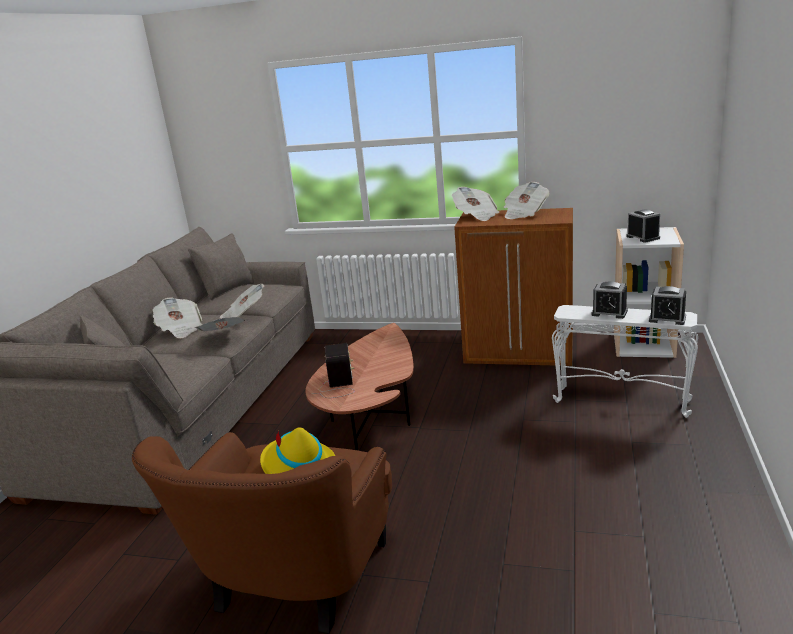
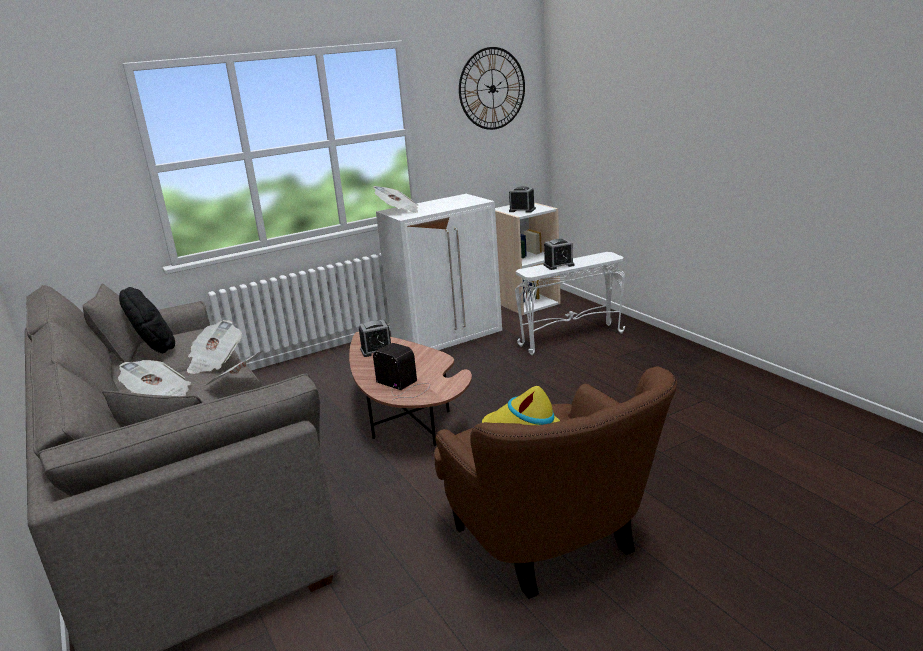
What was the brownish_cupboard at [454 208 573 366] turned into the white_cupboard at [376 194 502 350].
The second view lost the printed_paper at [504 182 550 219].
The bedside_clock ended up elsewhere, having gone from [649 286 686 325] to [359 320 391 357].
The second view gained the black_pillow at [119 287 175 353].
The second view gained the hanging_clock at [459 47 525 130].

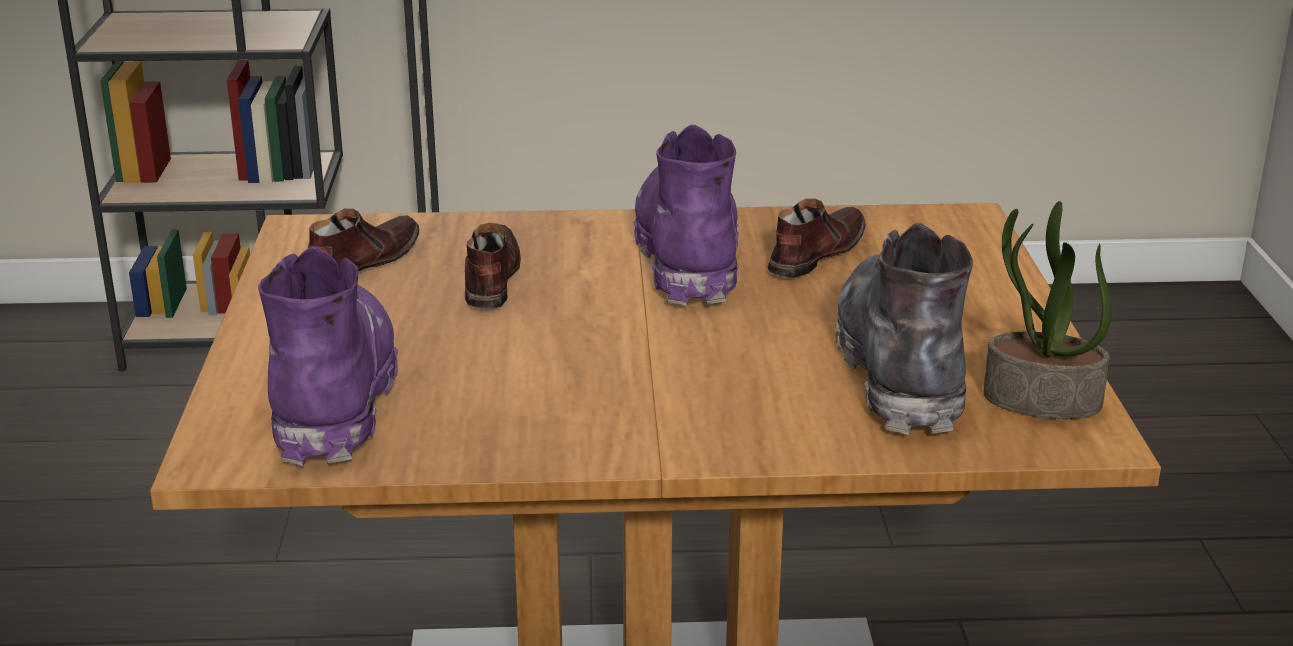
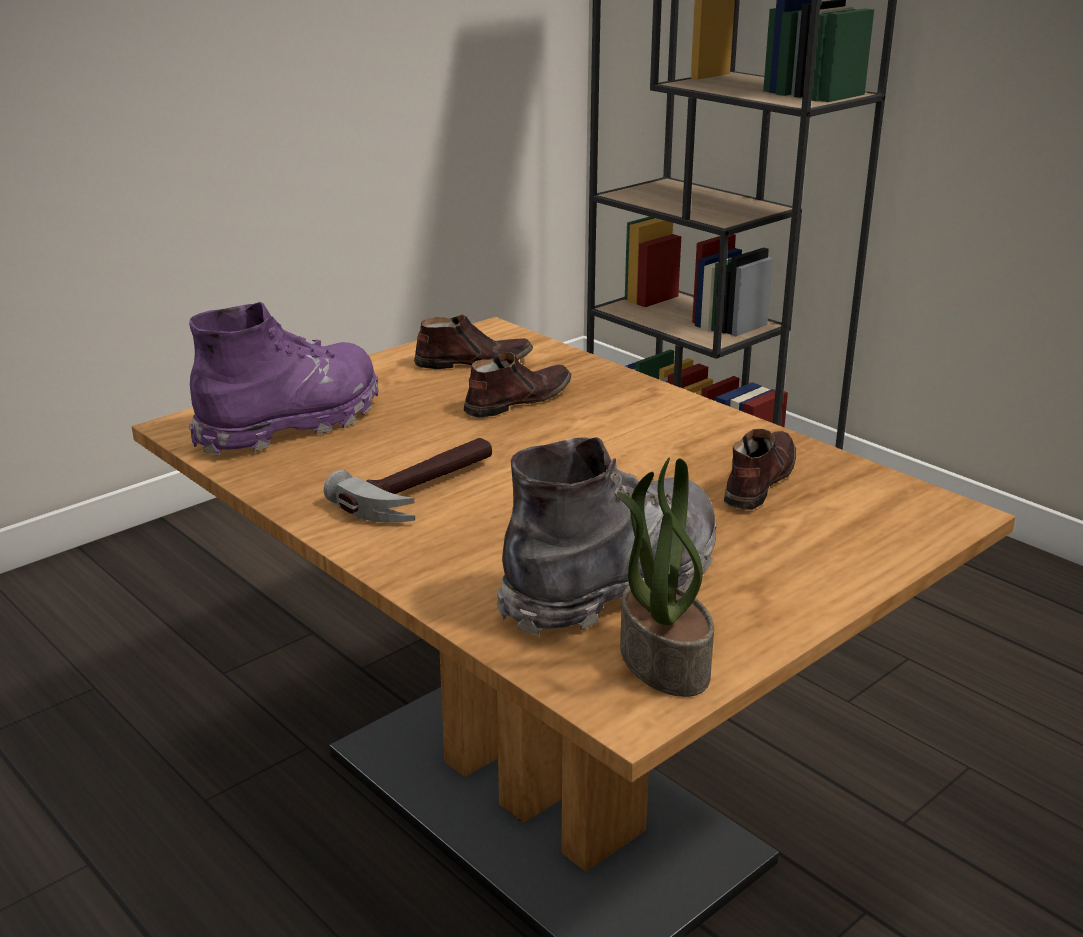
The second view lost the purple-coloured_high-top_boot at [634 125 739 306].
The brownish_shoe at [768 198 866 278] ended up facing another way, 60 degrees counterclockwise from before.
The second view gained the tool_hammer at [324 438 492 523].

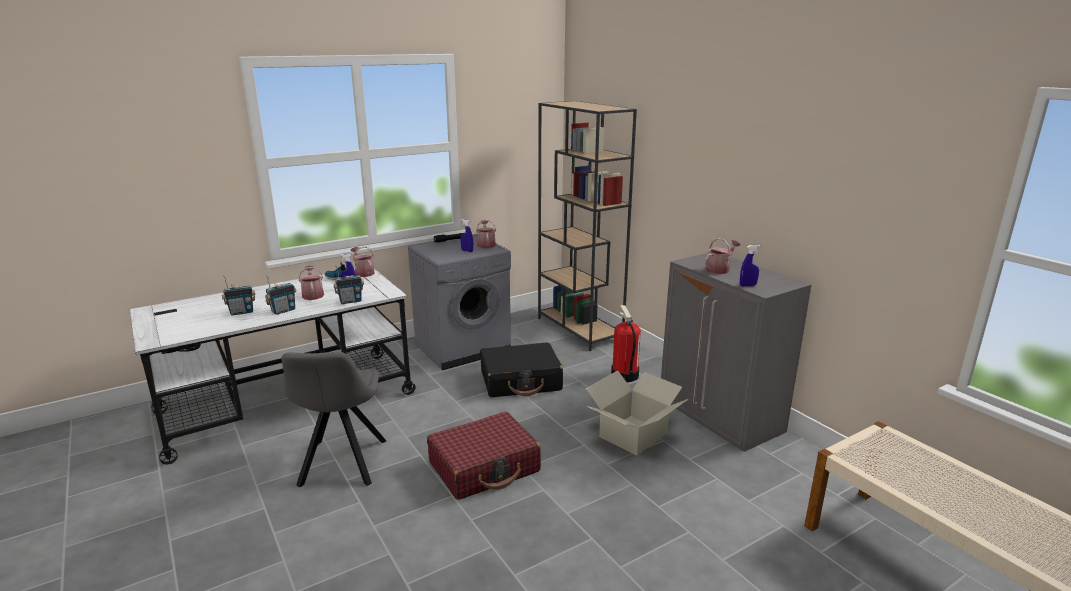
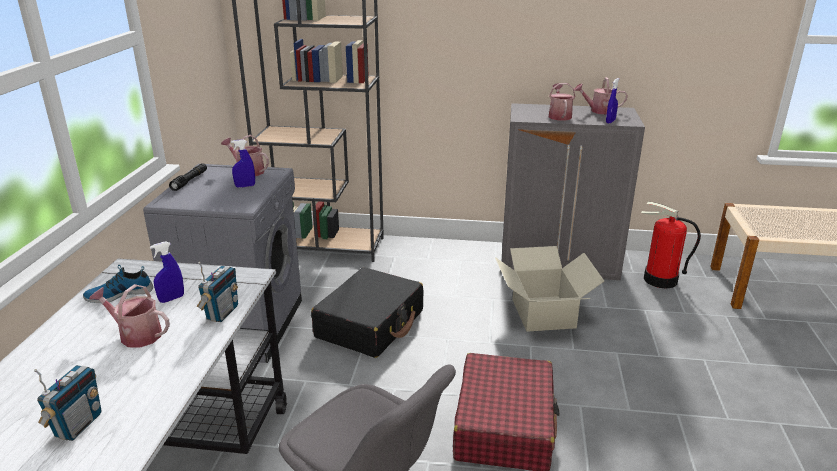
The second view lost the radio_receiver at [265 275 296 315].
The sprinkling_can ended up elsewhere, having gone from [351 247 375 277] to [574 77 628 115].
The fire_extinguisher ended up elsewhere, having gone from [611 305 641 382] to [641 202 701 288].

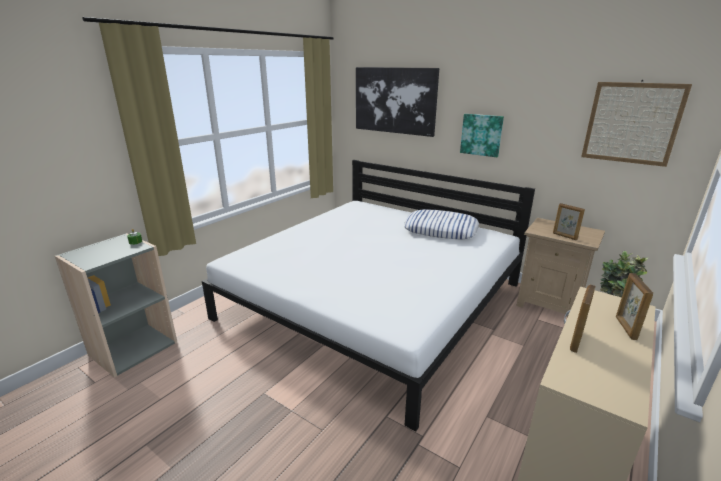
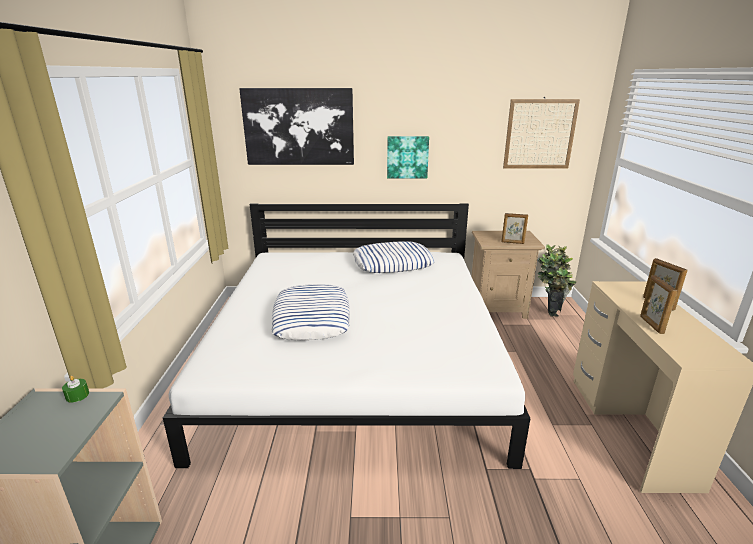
The second view gained the pillow at [272 284 350 340].

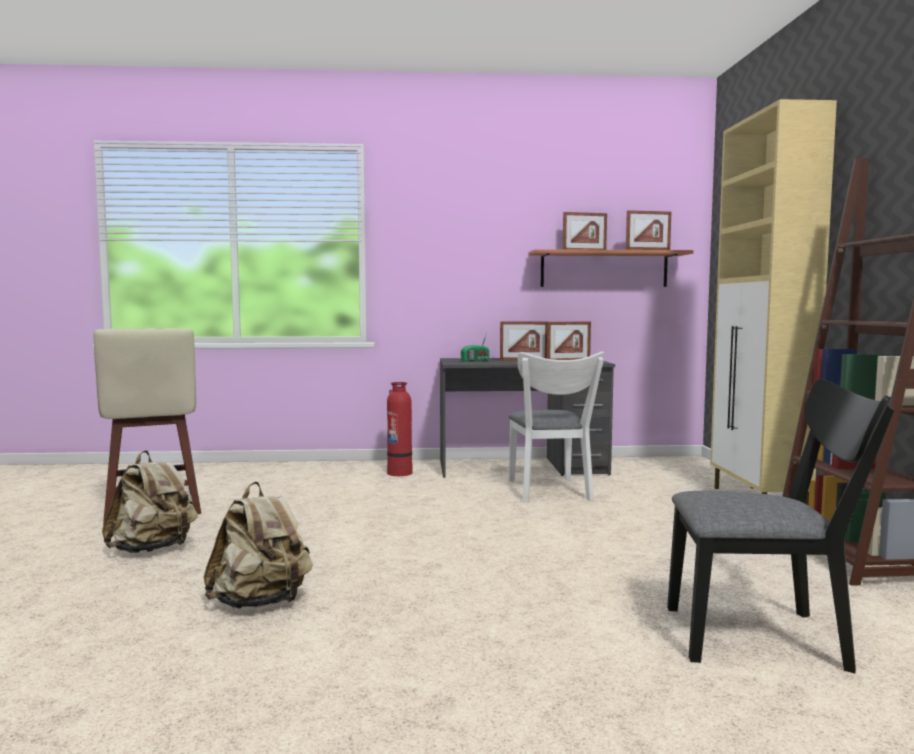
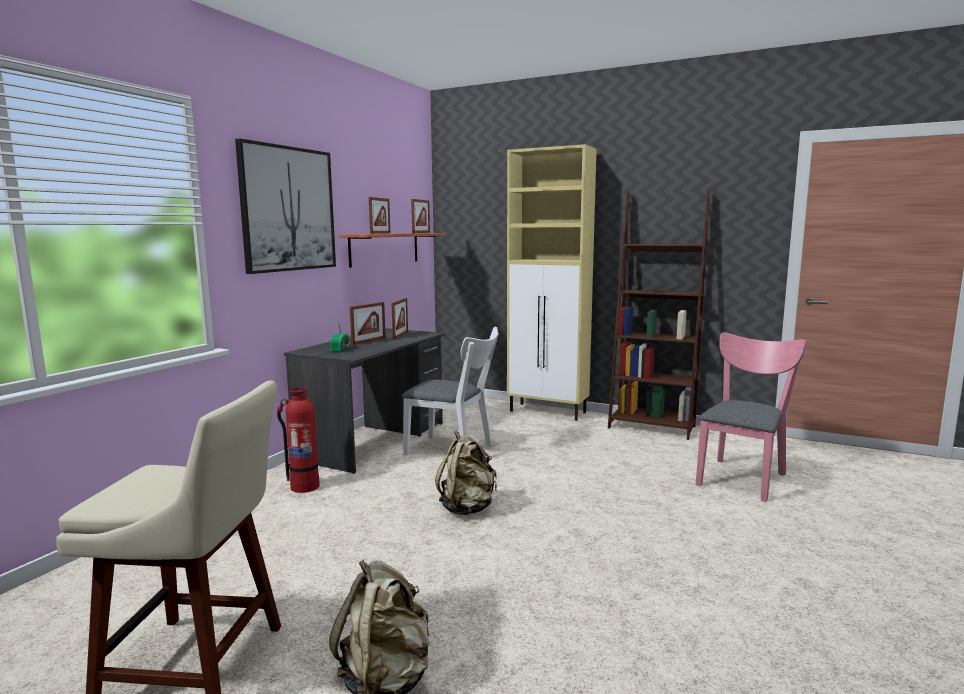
The beige_knapsack ended up elsewhere, having gone from [204 482 313 609] to [435 430 497 515].
What was the black_upright_chair at [667 379 894 673] turned into the pink_upright_chair at [696 332 806 502].
The second view gained the wall_art at [235 138 336 274].

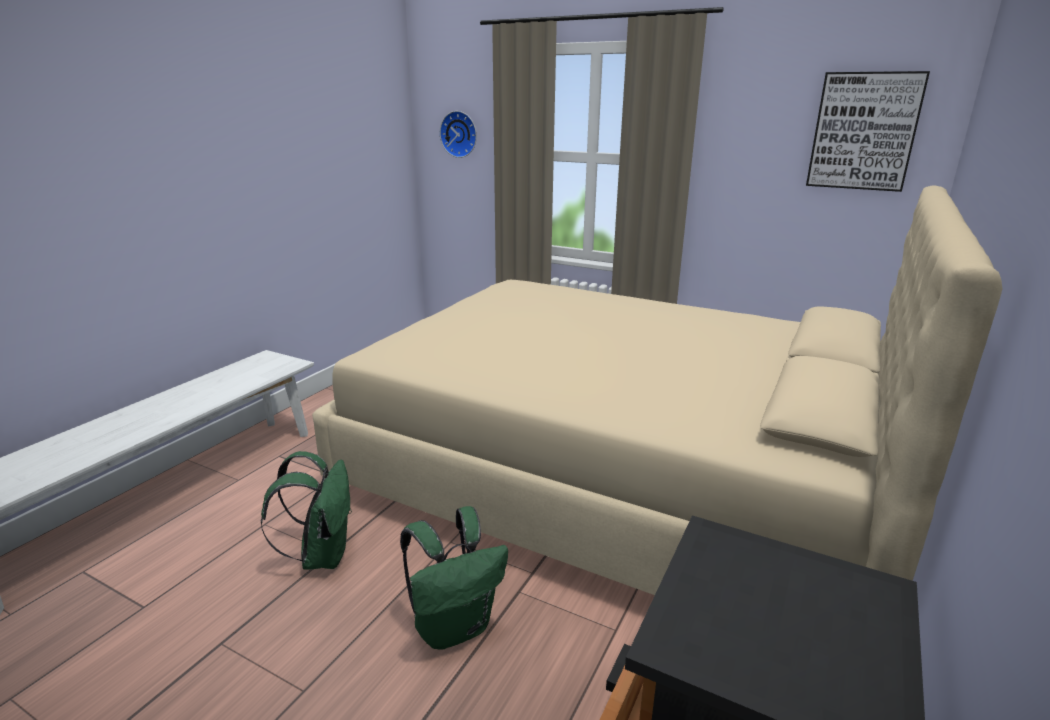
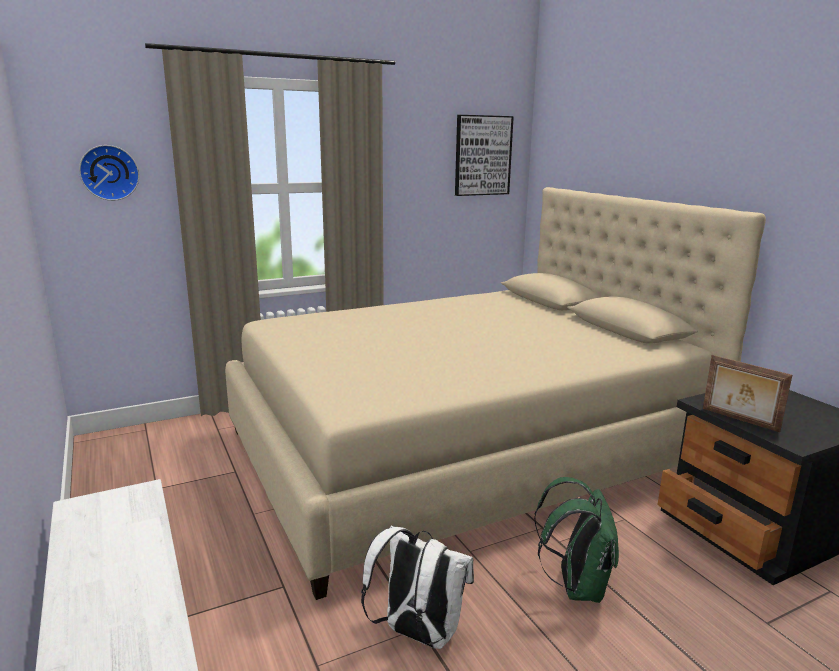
What was the green_knapsack at [261 451 352 570] turned into the white_knapsack at [361 526 474 649].
The second view gained the photo_frame at [703 355 792 432].

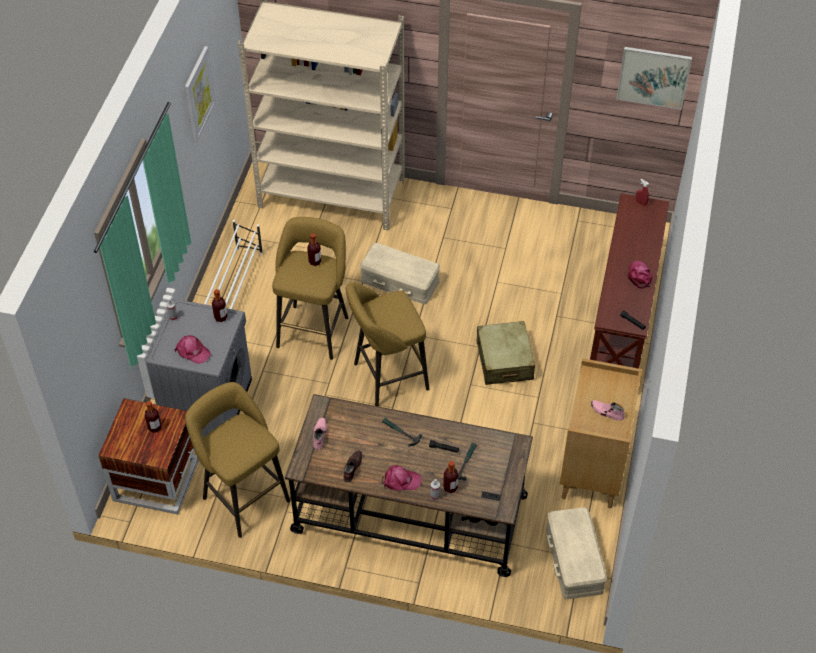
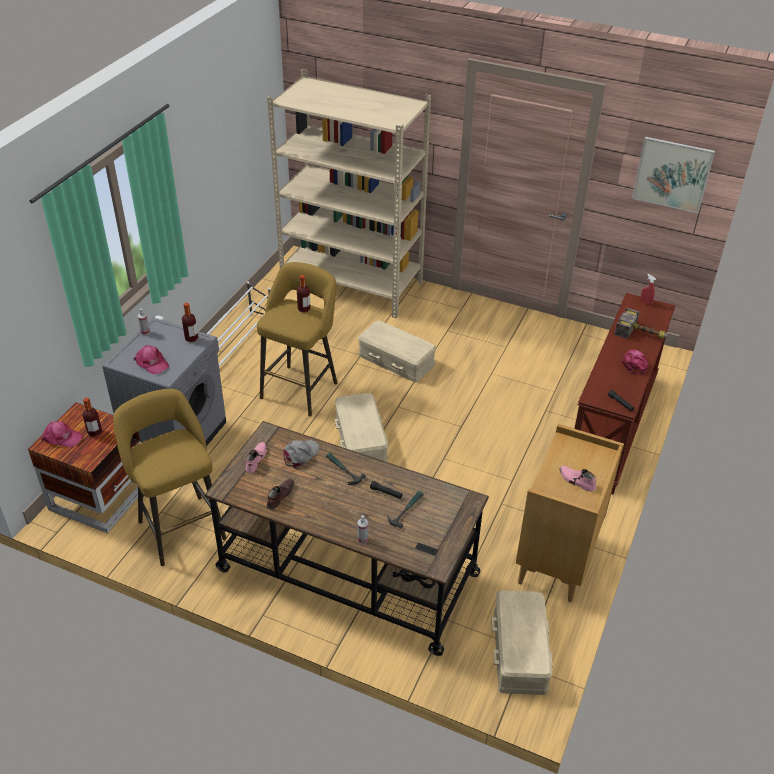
The second view lost the wall_art at [185 46 216 142].
Where the yellow-coloured_stool_seat stood at [346 282 430 407], the beige_storage_box came to stand at [334 393 388 462].
The pink_peaked_cap ended up elsewhere, having gone from [382 465 422 491] to [42 421 83 447].
The second view lost the bottle at [443 461 458 493].
The second view lost the beige_suitcase at [476 321 535 385].
The second view gained the gray_peaked_cap at [283 440 319 468].
The second view gained the tool_hammer at [614 307 669 339].

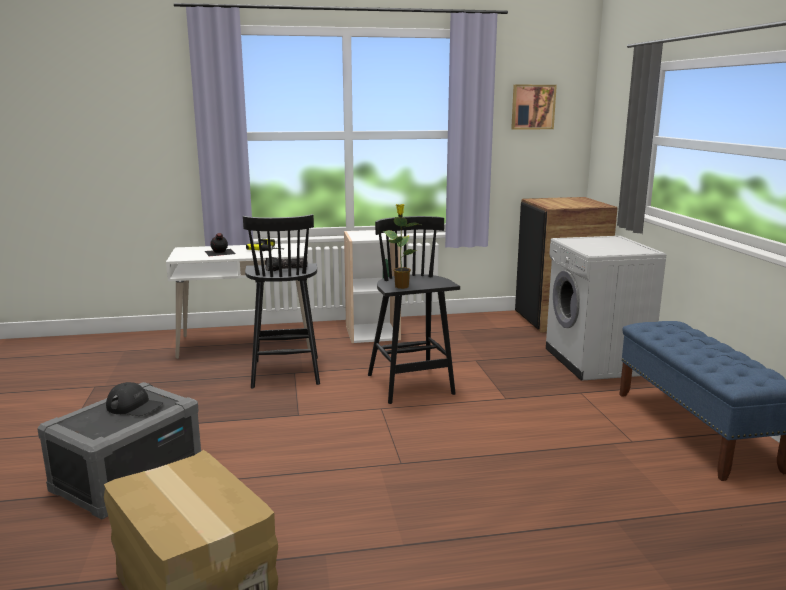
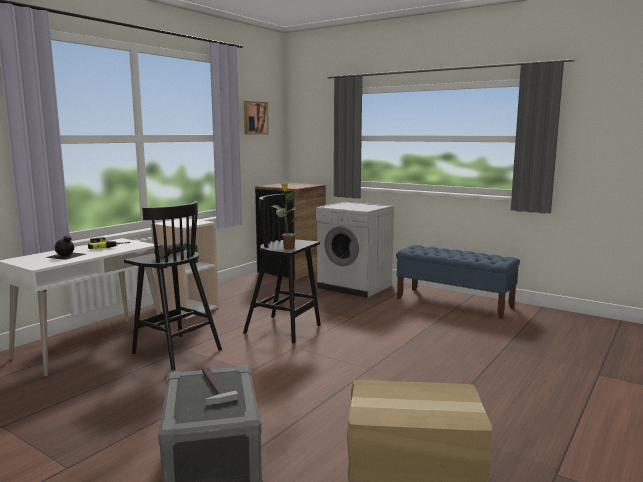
Where the black_peaked_cap stood at [106 382 163 416], the tool_hammer came to stand at [202 367 239 405].

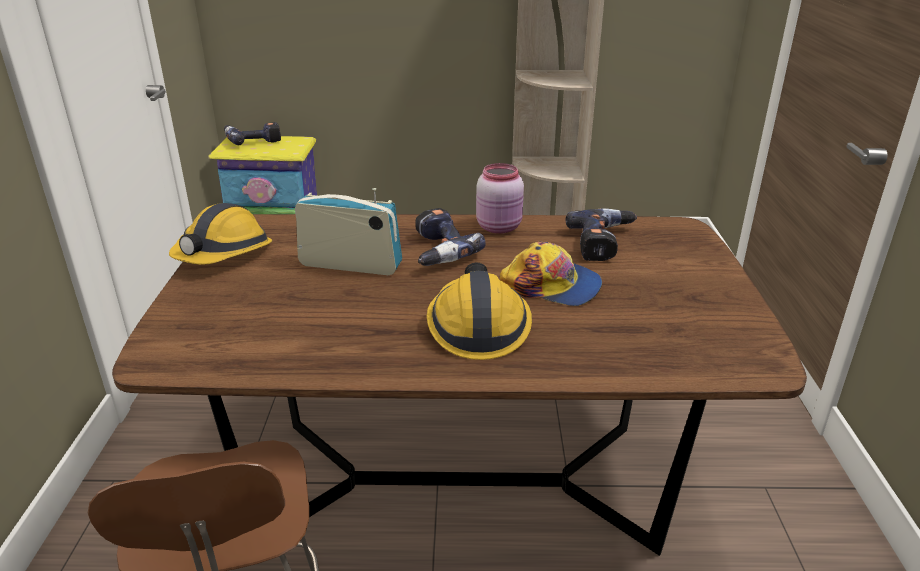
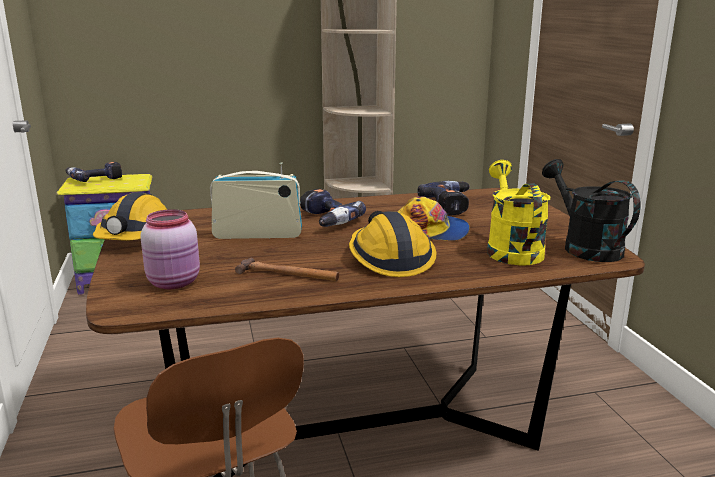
The pink_preserve_jar ended up elsewhere, having gone from [476 163 524 234] to [141 209 200 289].
The second view gained the tool_hammer at [235 258 339 281].
The second view gained the yellow-coloured_sprinkling_can at [487 160 550 265].
The second view gained the black_sprinkling_can at [542 159 641 262].

